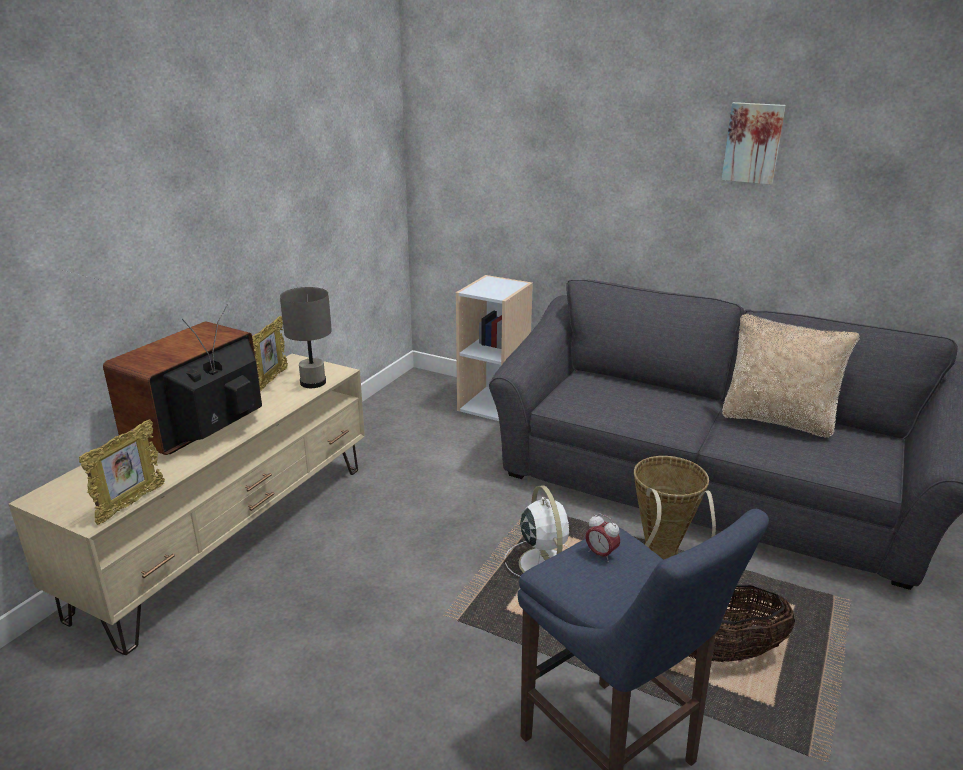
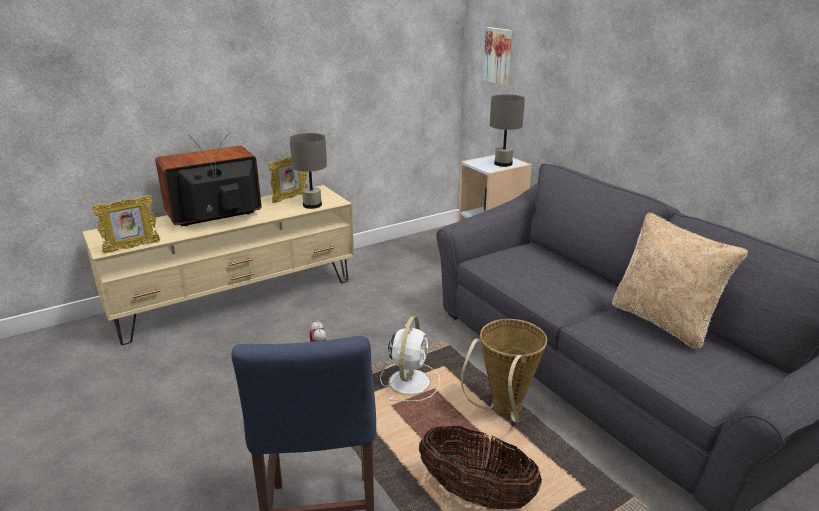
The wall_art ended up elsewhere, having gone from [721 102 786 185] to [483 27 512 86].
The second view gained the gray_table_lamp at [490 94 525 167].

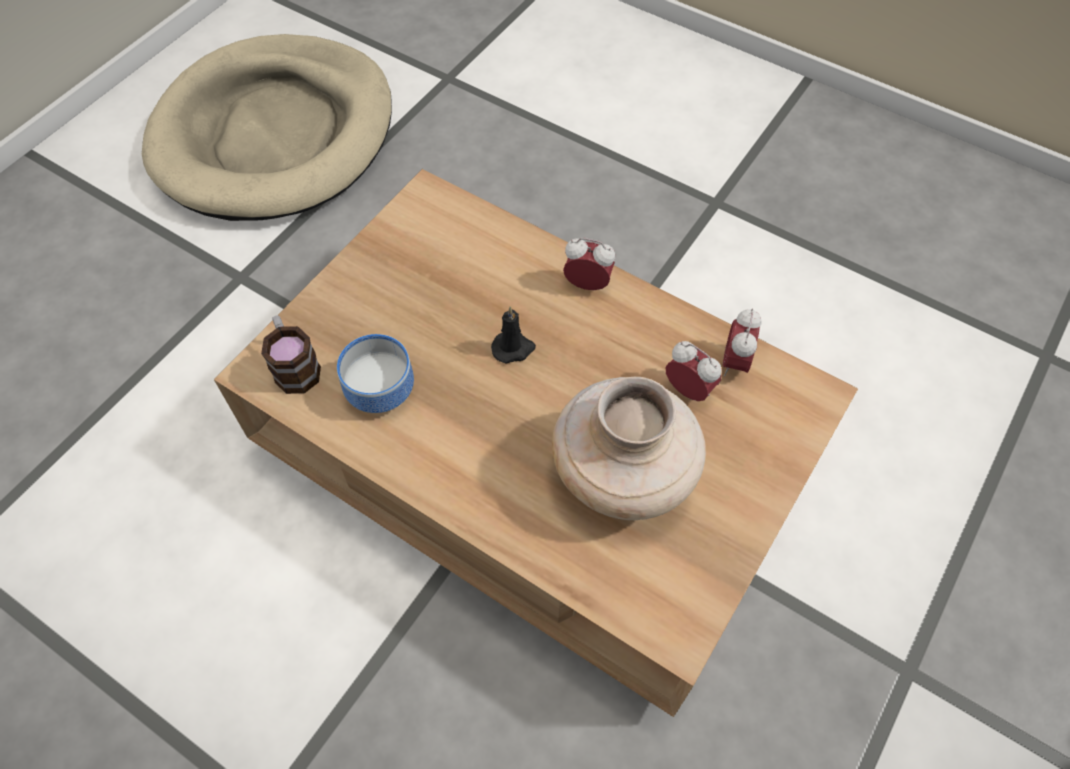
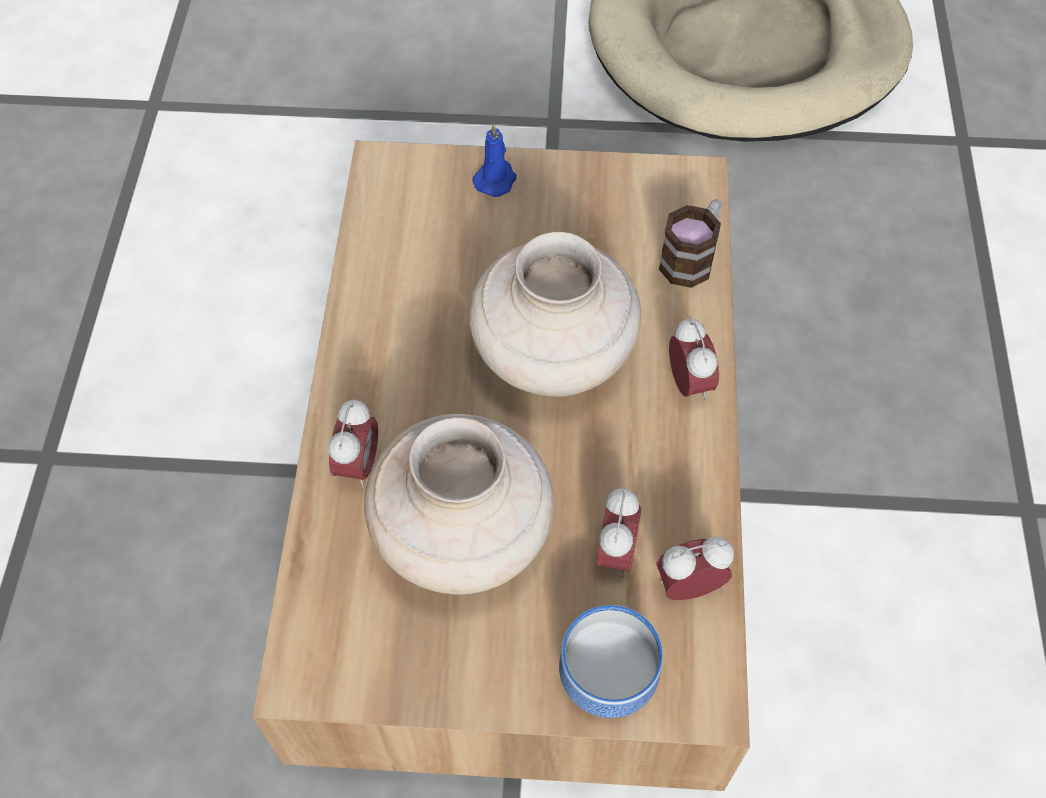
The mug ended up elsewhere, having gone from [261 315 321 394] to [659 199 722 288].
The deep_dish ended up elsewhere, having gone from [337 334 414 413] to [559 605 663 718].
Where the black_wax_light stood at [491 306 536 364], the beige_flower_vase came to stand at [469 232 641 397].
The second view gained the bedside_clock at [328 399 378 488].
The second view gained the blue-coloured_wax_light at [473 123 517 197].

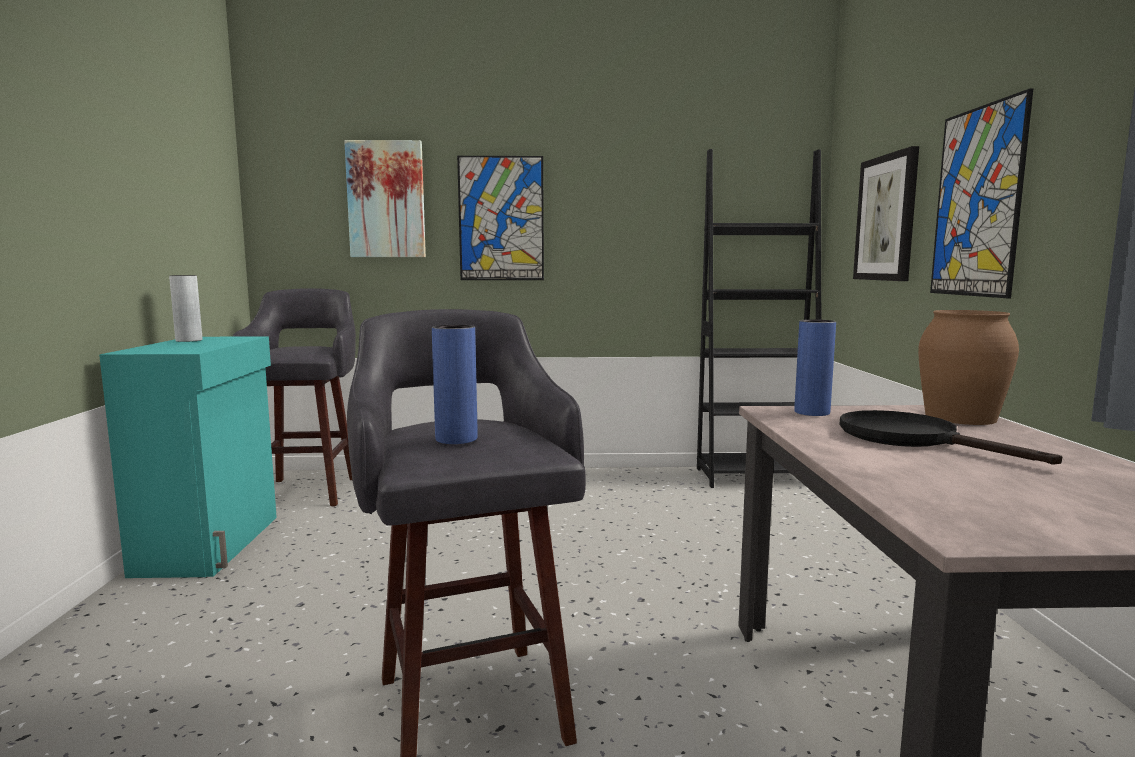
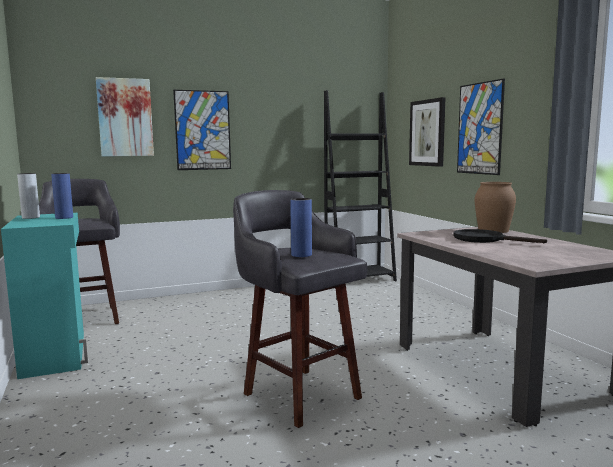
The blue-coloured_flower_vase ended up elsewhere, having gone from [794 319 836 416] to [51 173 73 219].

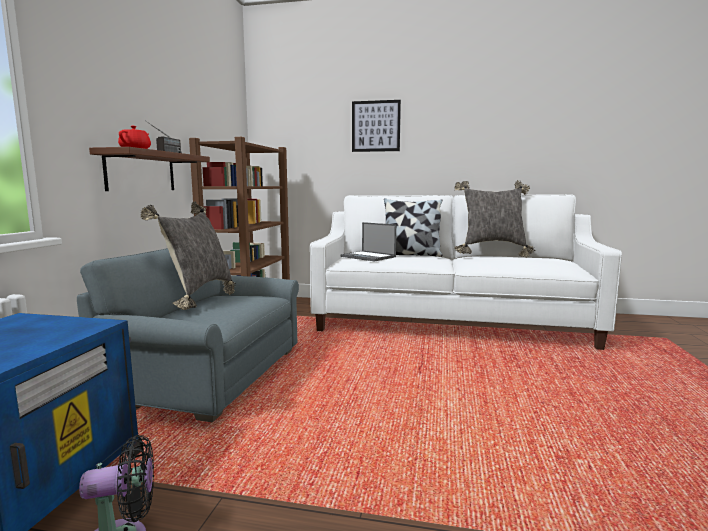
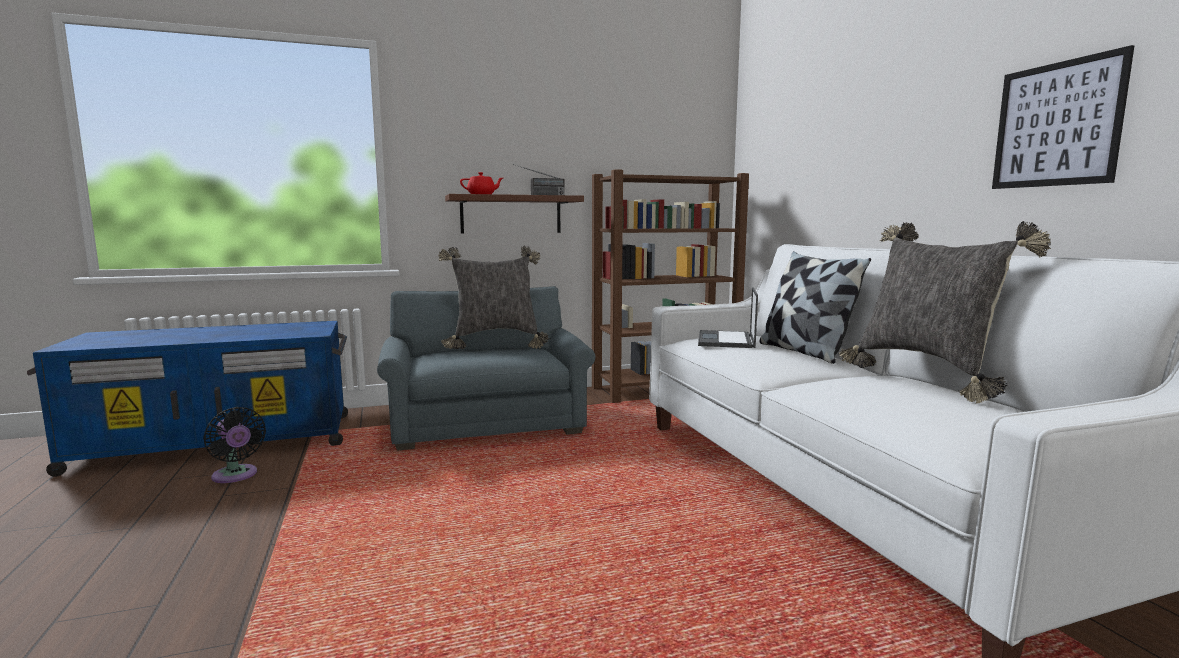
The wall_art ended up elsewhere, having gone from [352 100 401 152] to [992 45 1134 189].

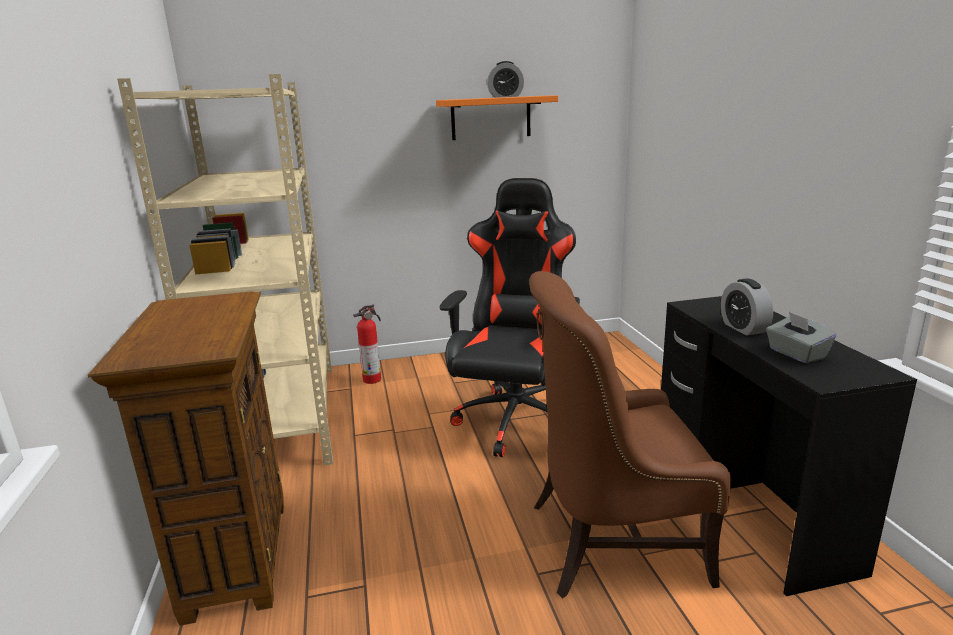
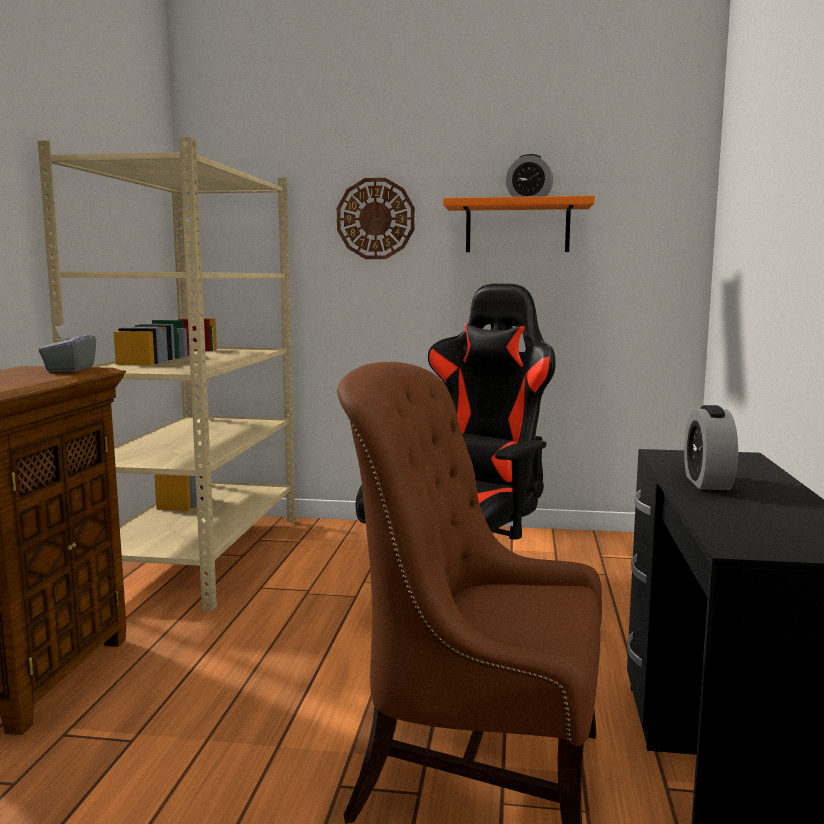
The second view lost the fire_extinguisher at [353 305 381 384].
The gray_tissue_holder ended up elsewhere, having gone from [766 312 836 363] to [39 324 96 372].
The second view gained the hanging_clock at [337 178 415 259].

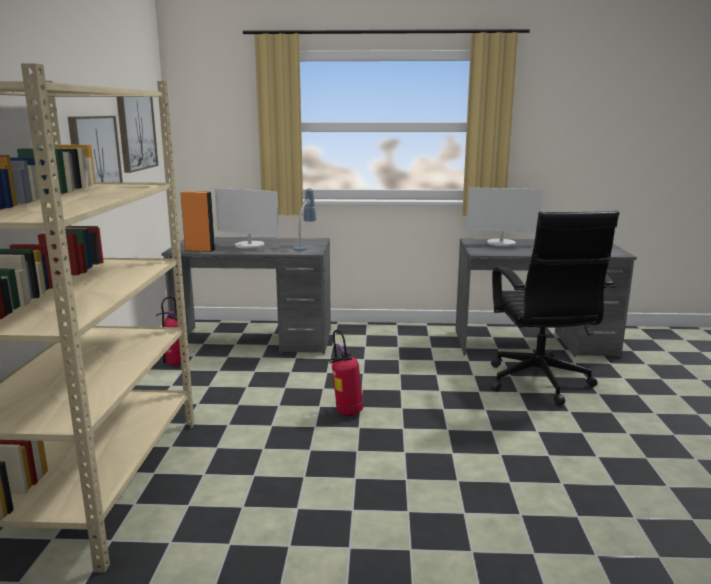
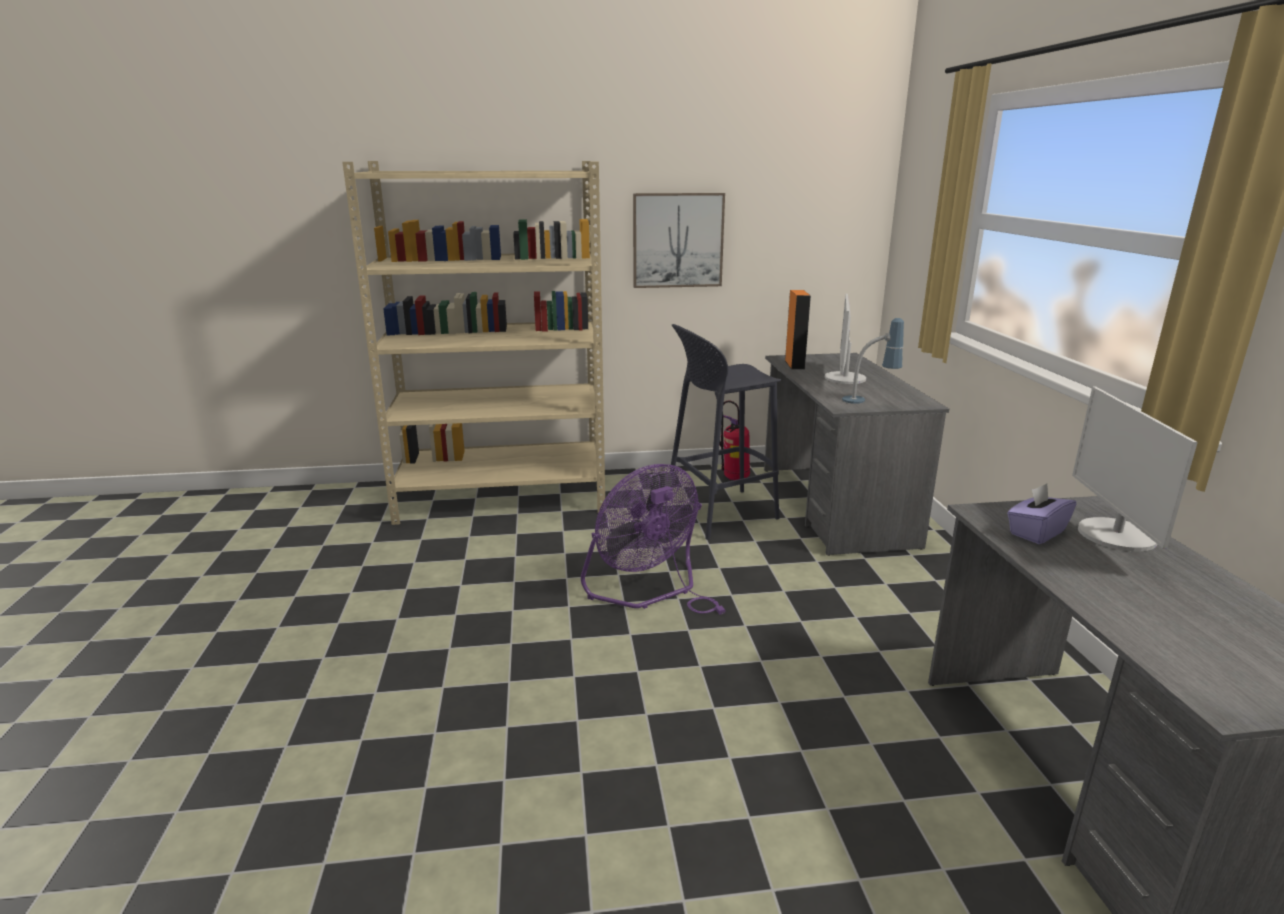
The second view lost the wall_art at [117 97 158 173].
Where the fire_extinguisher stood at [328 330 364 416], the purple-coloured_electric_fan came to stand at [581 464 725 614].
The second view lost the black_computer_chair at [491 210 619 406].
The second view gained the gray_stool_seat at [669 324 781 540].
The second view gained the purple-coloured_tissue_holder at [1007 483 1076 544].

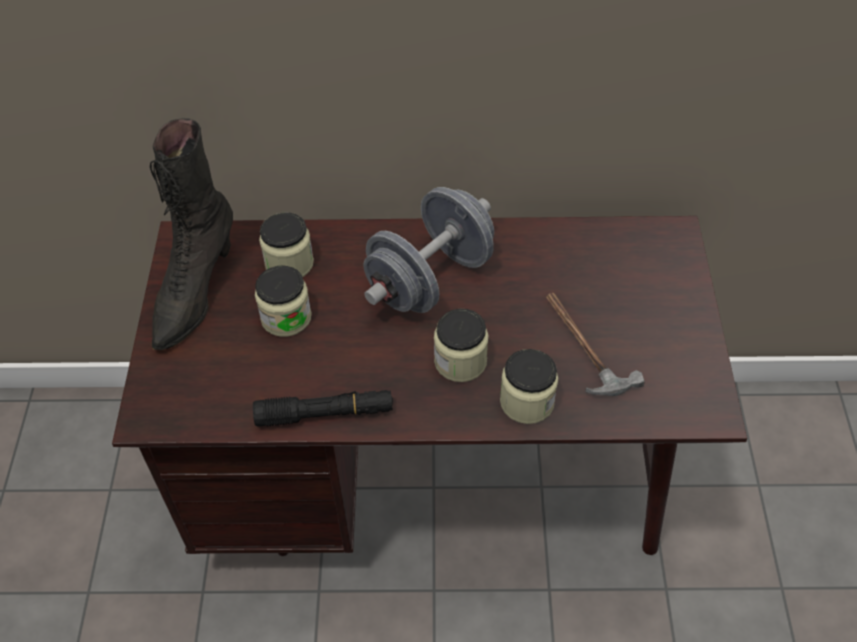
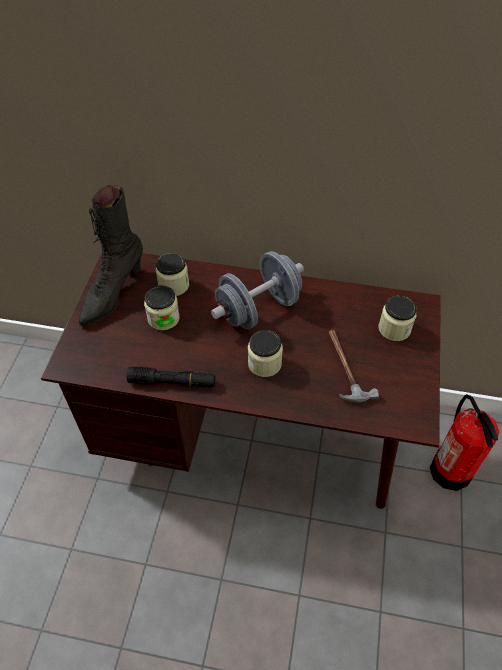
The preserve_jar ended up elsewhere, having gone from [500 349 558 424] to [378 296 417 341].
The second view gained the fire_extinguisher at [430 394 500 491].

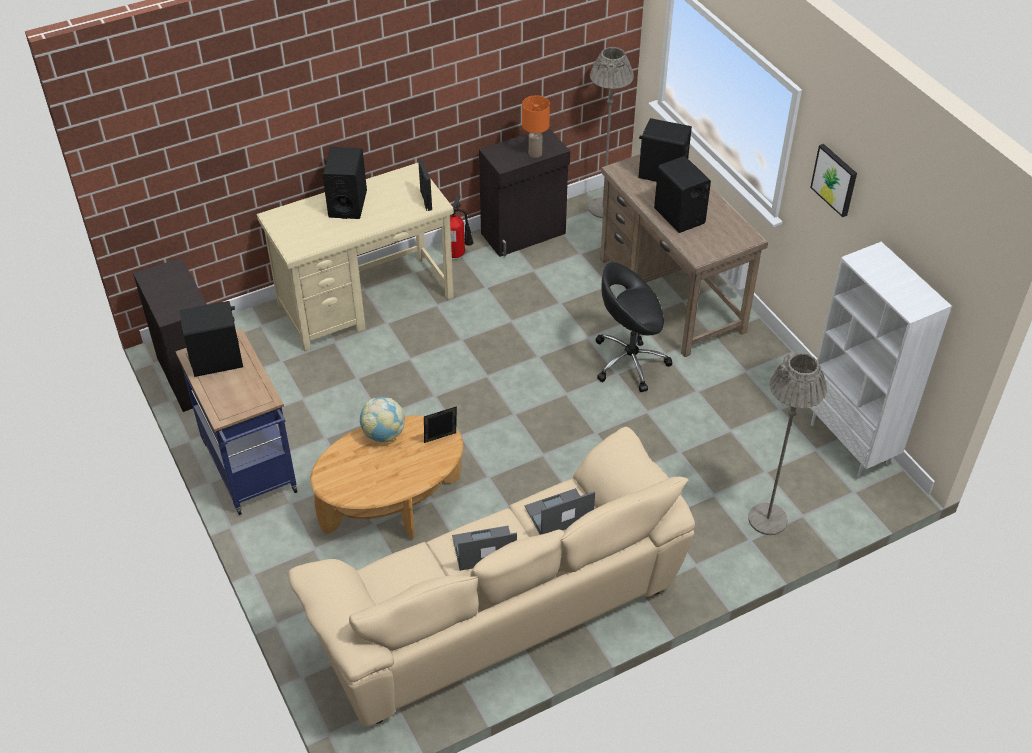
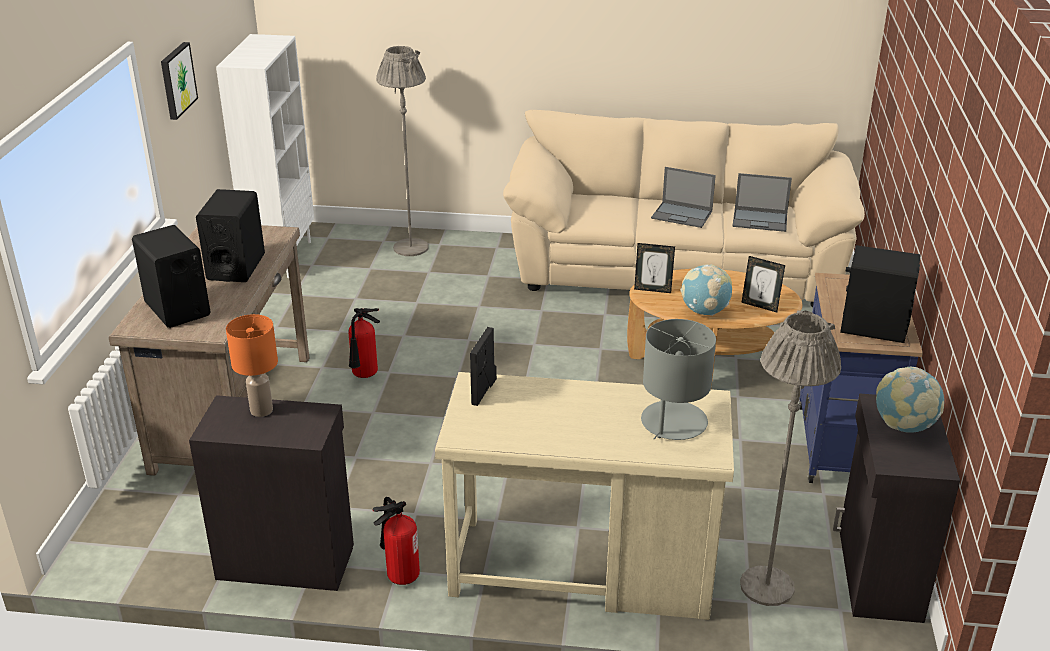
The second view lost the black_speaker at [323 147 367 219].
The notebook_computer ended up elsewhere, having gone from [525 488 595 535] to [732 173 792 232].
The gray_standing_lamp ended up elsewhere, having gone from [588 47 634 218] to [740 310 841 606].
Where the black_computer_chair stood at [595 262 672 392], the fire_extinguisher came to stand at [348 308 380 378].
The second view gained the gray_table_lamp at [641 319 716 440].
The second view gained the photo_frame at [741 256 785 312].
The second view gained the globe at [876 367 944 433].

